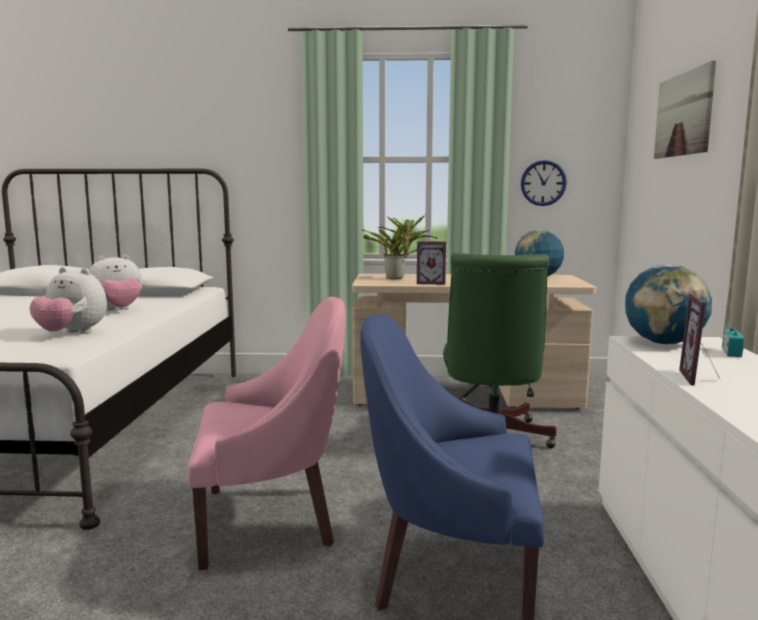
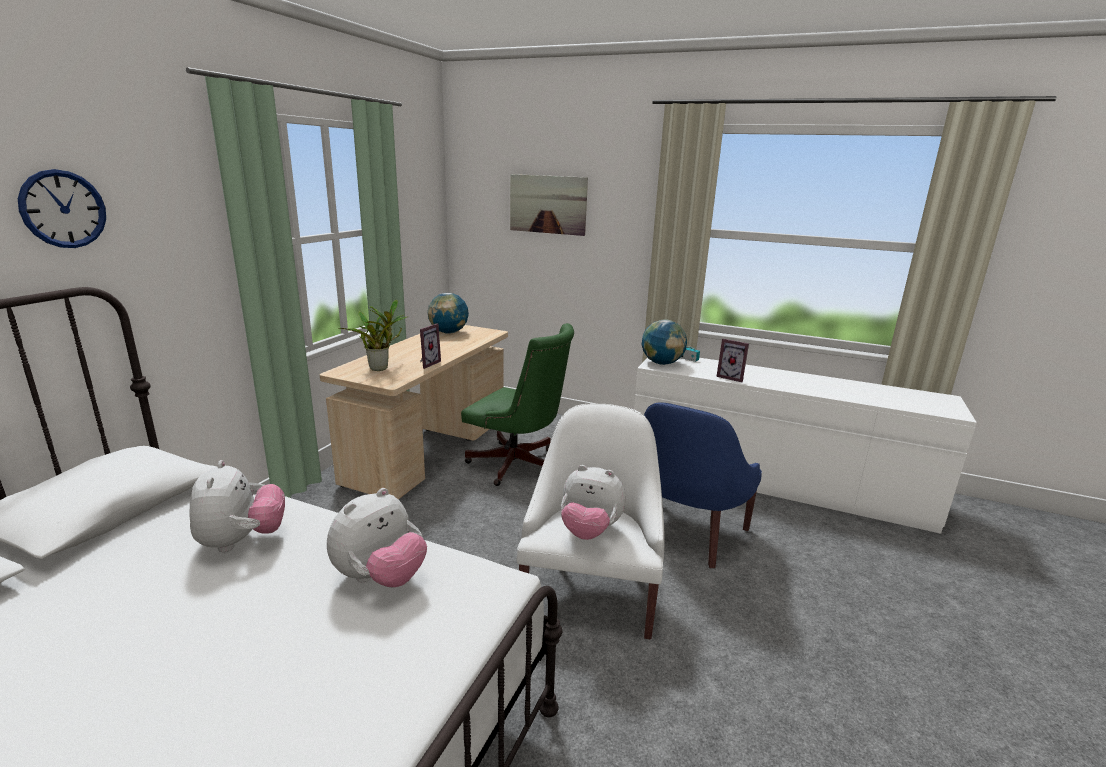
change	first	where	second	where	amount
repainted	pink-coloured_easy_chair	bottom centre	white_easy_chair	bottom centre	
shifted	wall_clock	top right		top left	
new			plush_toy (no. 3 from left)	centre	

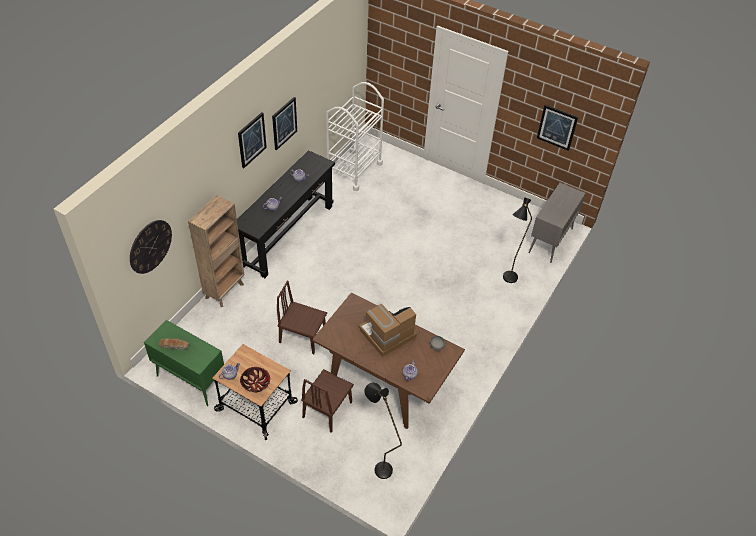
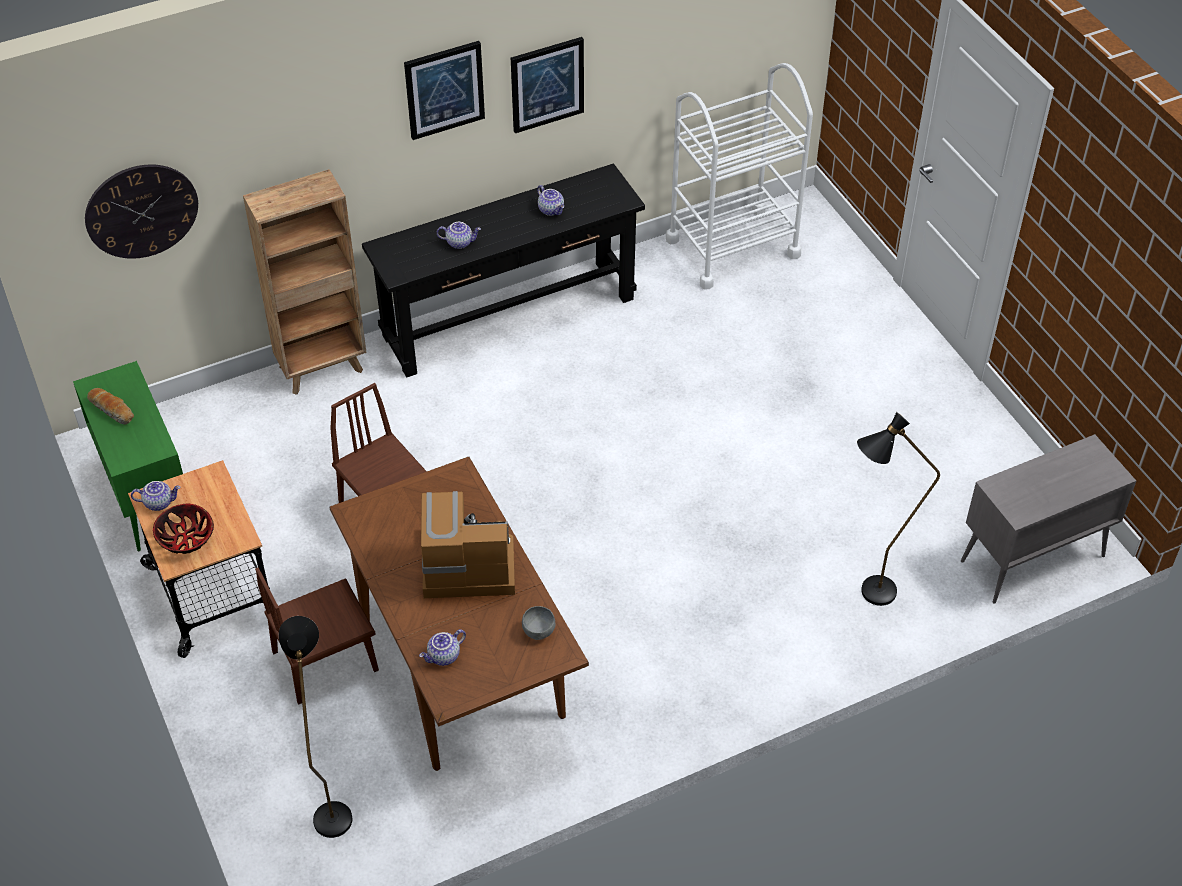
change	first	where	second	where	amount
gone	wall_art (no. 3 from left)	top right			

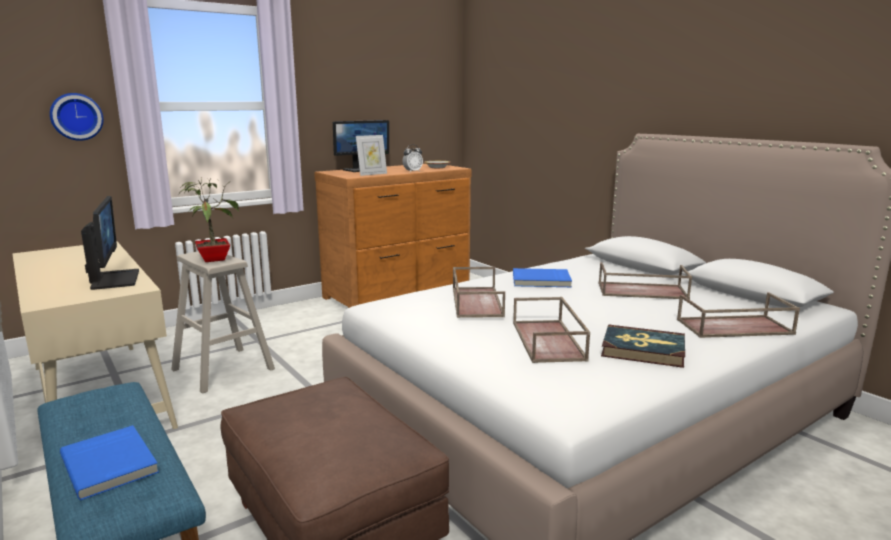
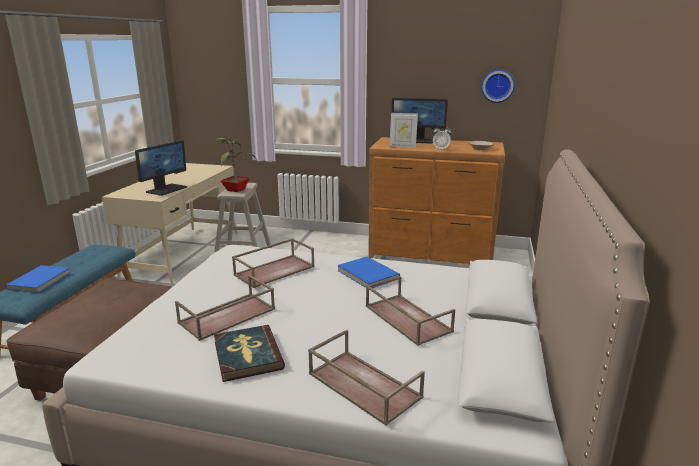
change	first	where	second	where	amount
shifted	wall_clock	top left		top right	

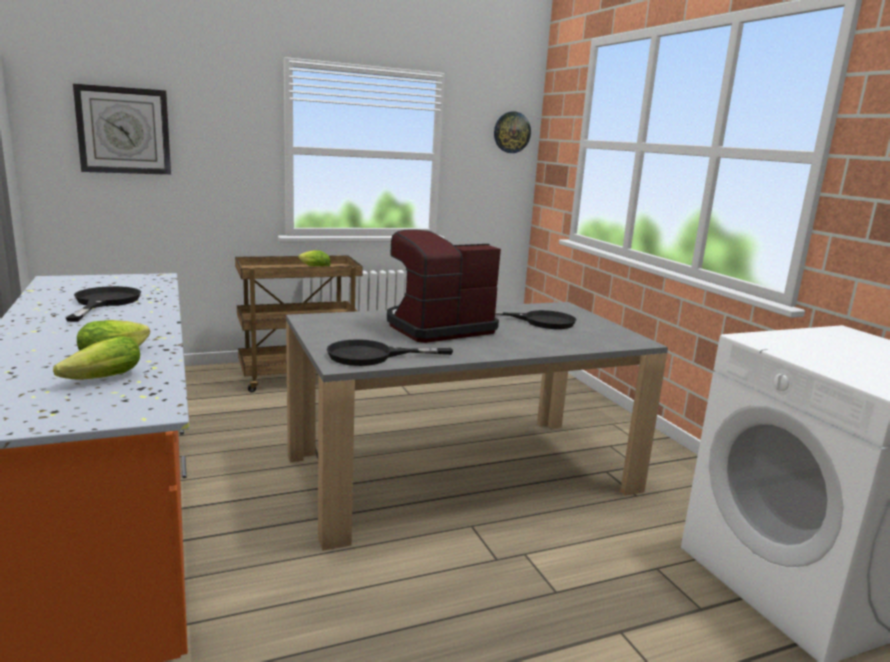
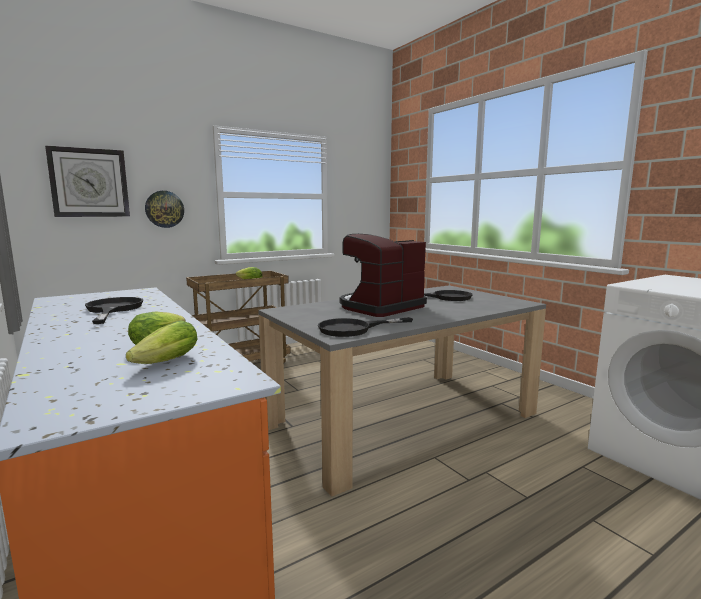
change	first	where	second	where	amount
shifted	wall_clock (no. 2 from left)	top centre		middle left	

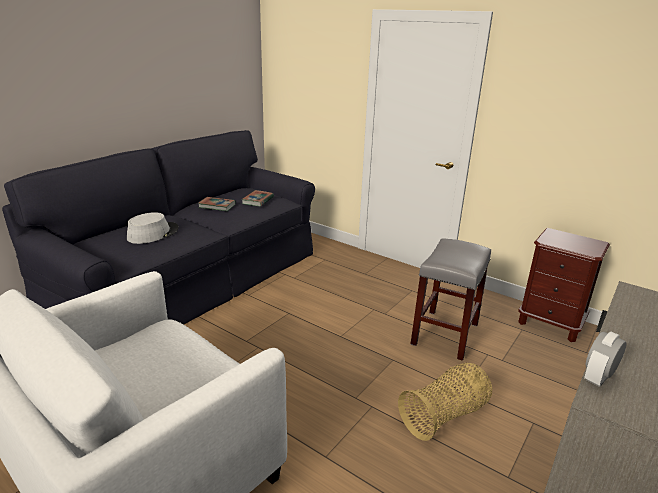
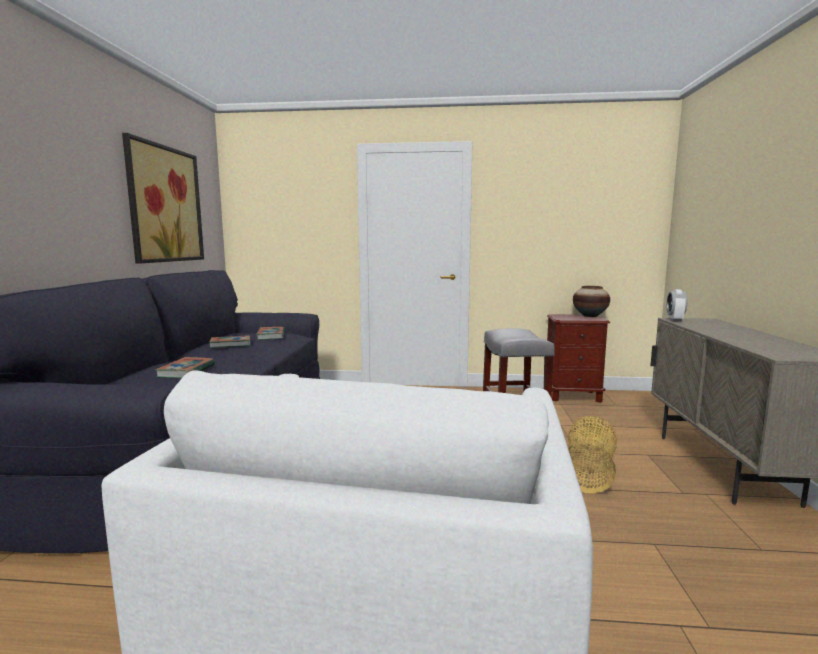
change	first	where	second	where	amount
swapped	gray_hat	middle left	book (no. 1 from left)	middle left	
shifted	bedside_clock	bottom right		middle right	
new			wall_art	top left	
new			flower_vase	middle right	

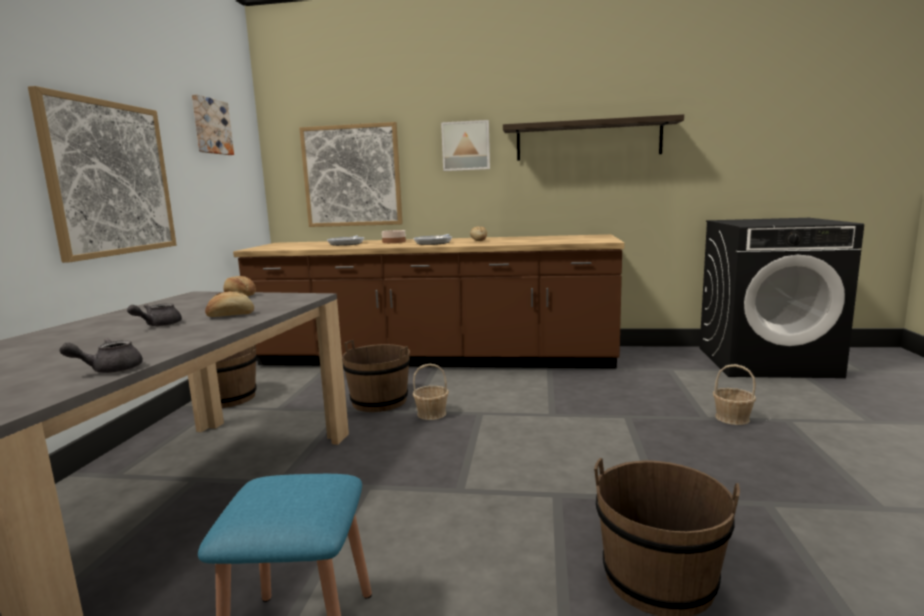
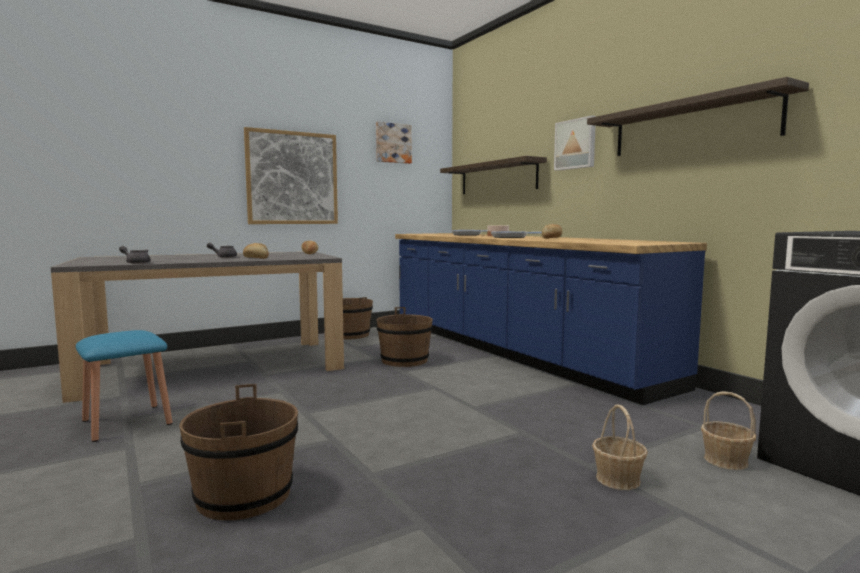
change	first	where	second	where	amount
repainted	brown-coloured_counter	centre	blue_counter	centre	
swapped	wall_art (no. 3 from left)	top centre	shelf (no. 1 from left)	top centre	
shifted	basket (no. 1 from left in the first image)	centre	basket (no. 2 from left)	bottom right	

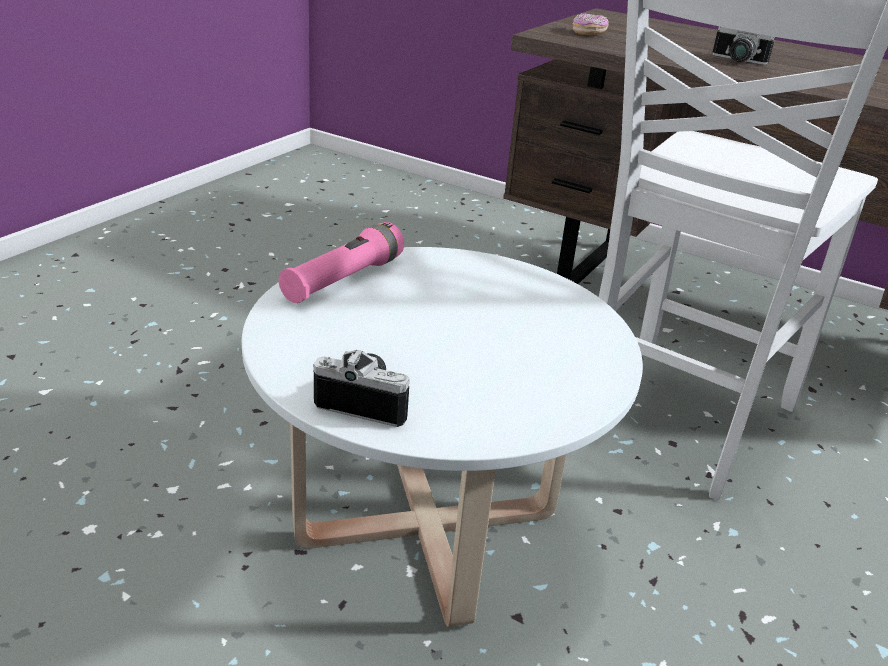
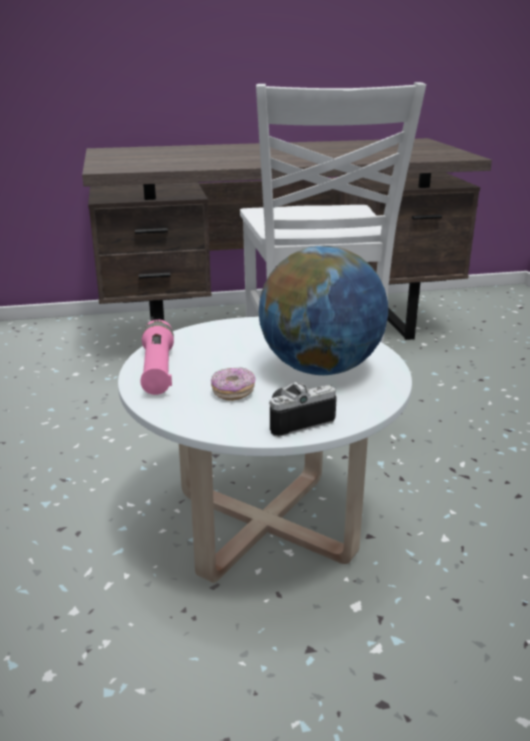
change	first	where	second	where	amount
shifted	donut	top centre		centre	
gone	still_camera (no. 2 from left)	top right			
new			globe	centre	

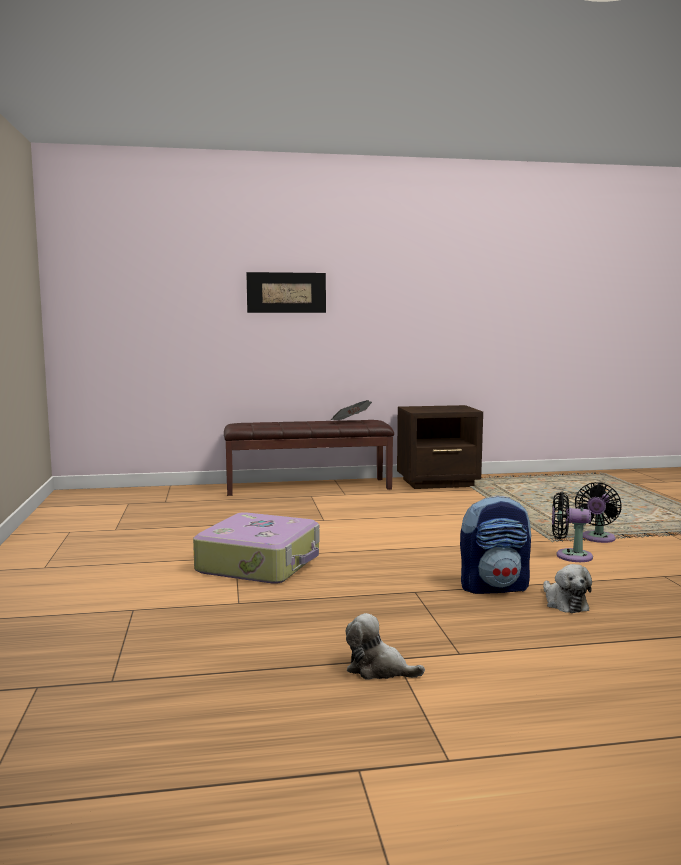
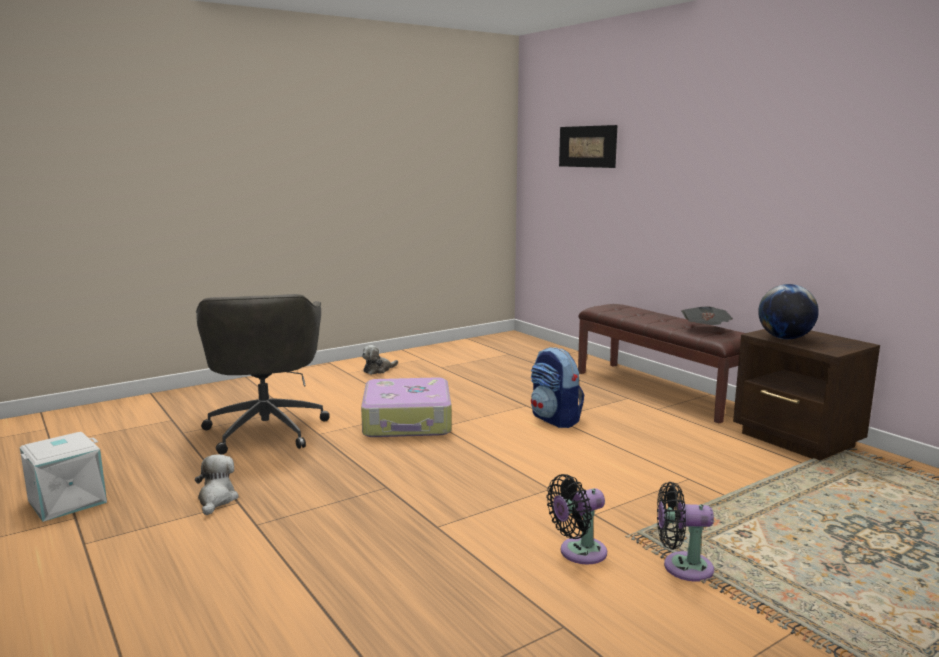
change	first	where	second	where	amount
shifted	wall_art	centre		top centre	
shifted	backpack	middle right		centre	
shifted	plush_toy (no. 2 from left)	bottom right		centre	
rotated	black_electric_fan (no. 1 from left)	middle right		bottom centre	105 degrees counterclockwise
new			white_storage_box	bottom left	
new			gray_desk_chair	middle left	
new			globe	middle right	

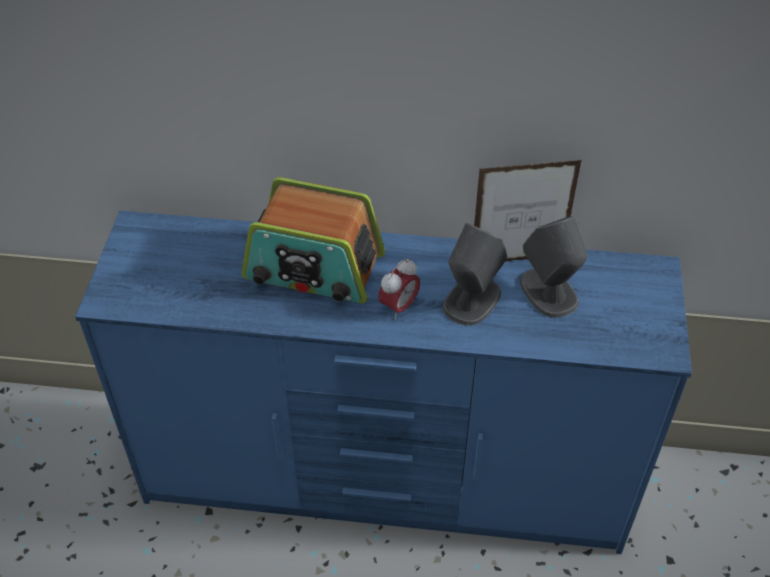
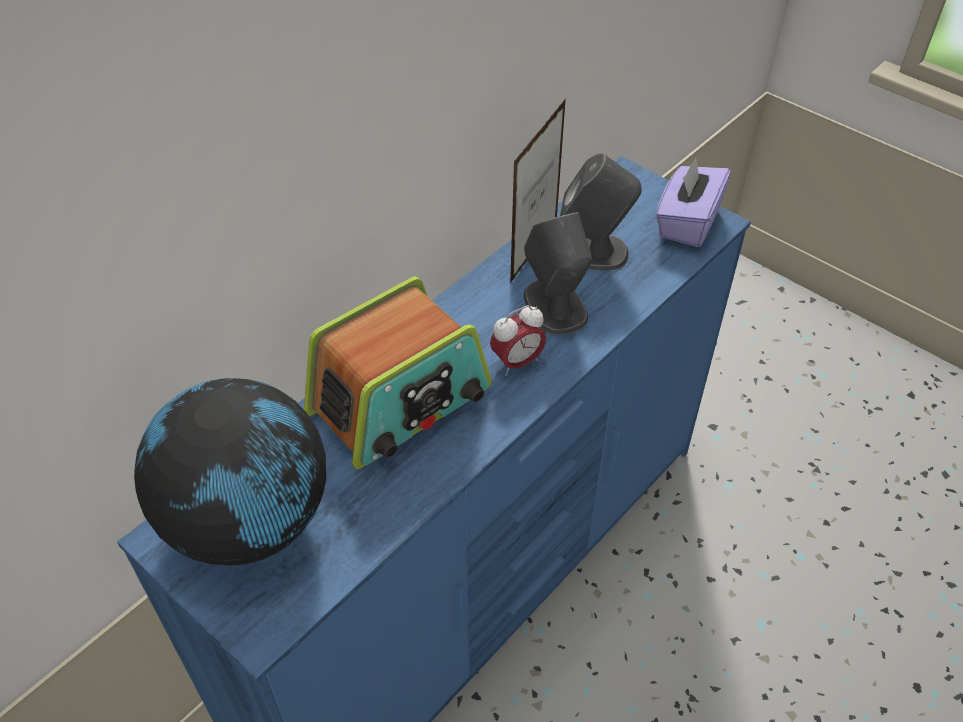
change	first	where	second	where	amount
rotated	bedside_clock	centre		centre	75 degrees clockwise
new			globe	middle left	
new			purplish_tissue_box	top right	

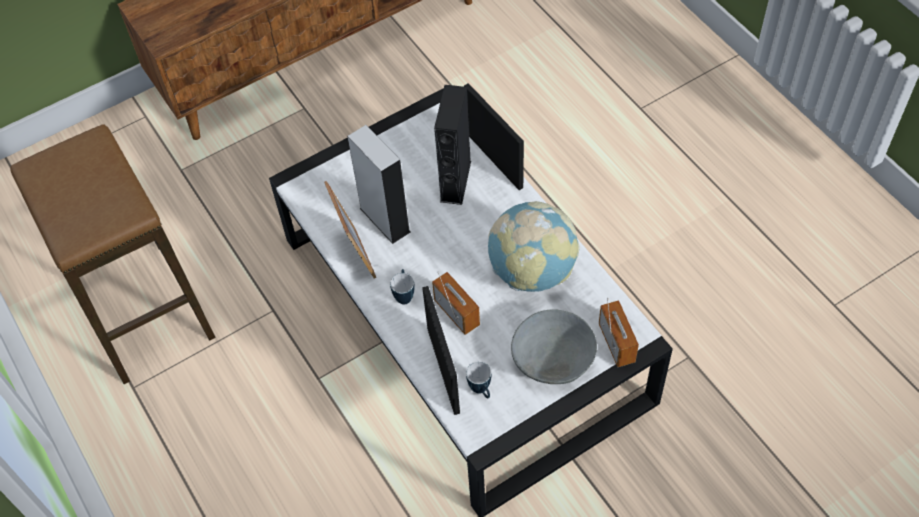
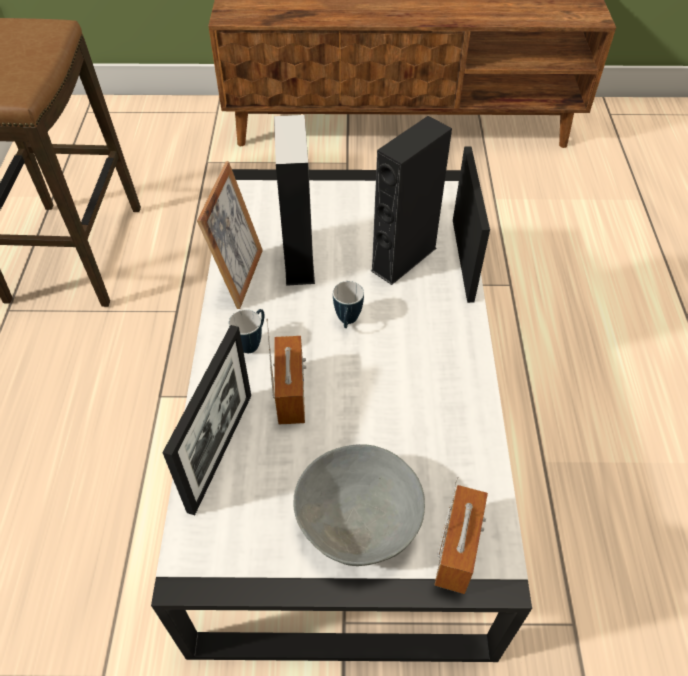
change	first	where	second	where	amount
shifted	mug (no. 2 from left)	bottom centre		centre	
gone	globe	centre			

